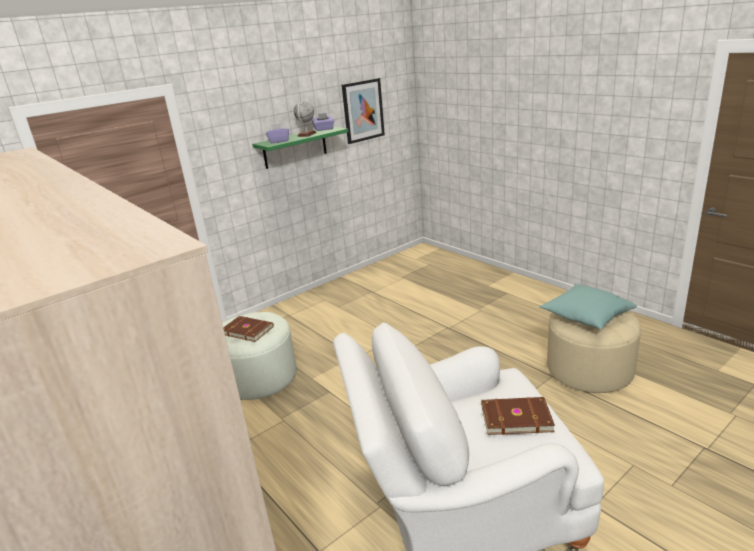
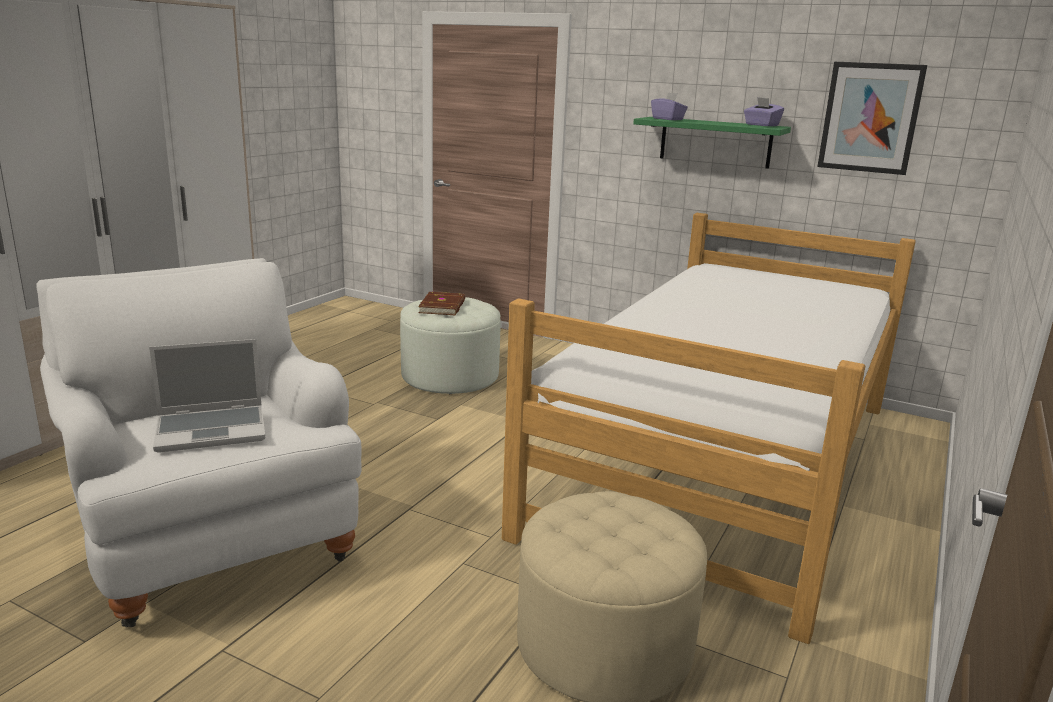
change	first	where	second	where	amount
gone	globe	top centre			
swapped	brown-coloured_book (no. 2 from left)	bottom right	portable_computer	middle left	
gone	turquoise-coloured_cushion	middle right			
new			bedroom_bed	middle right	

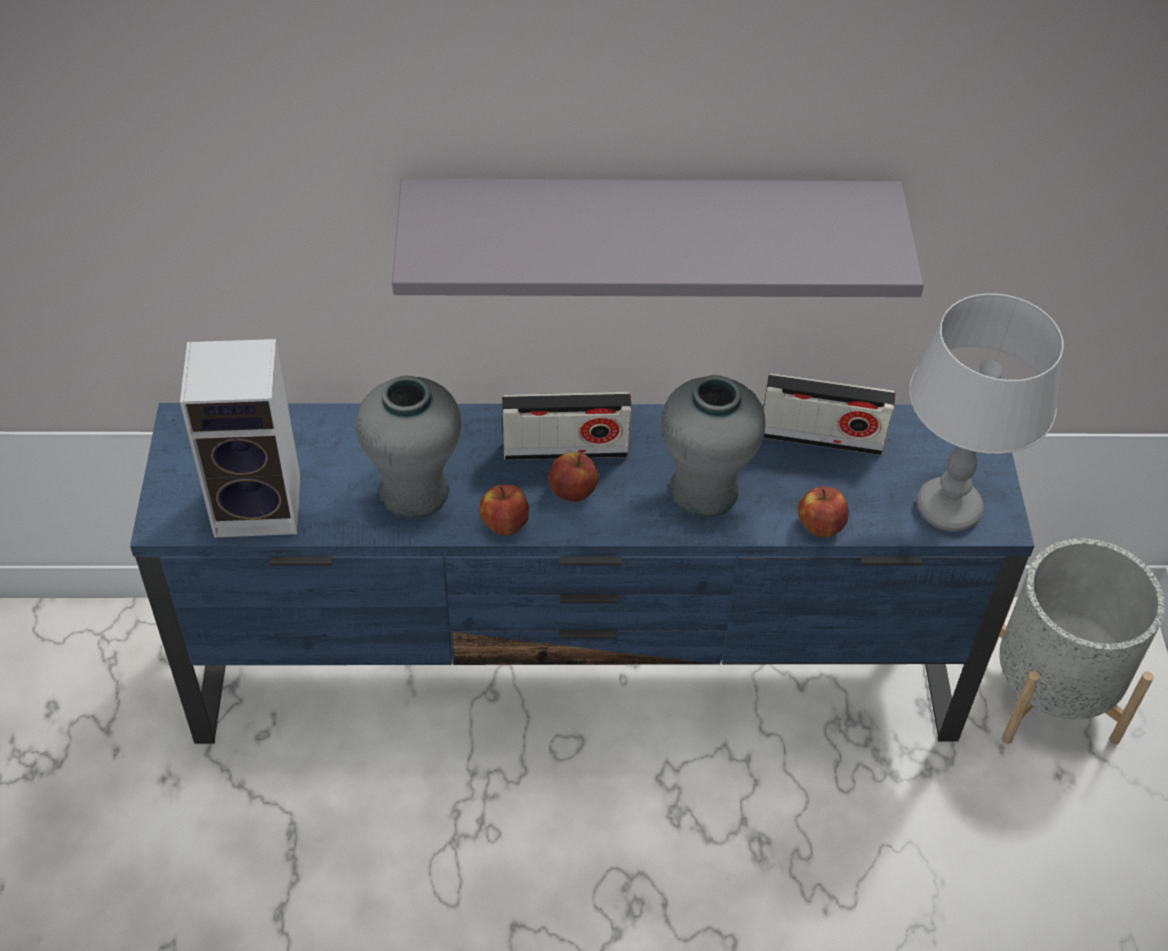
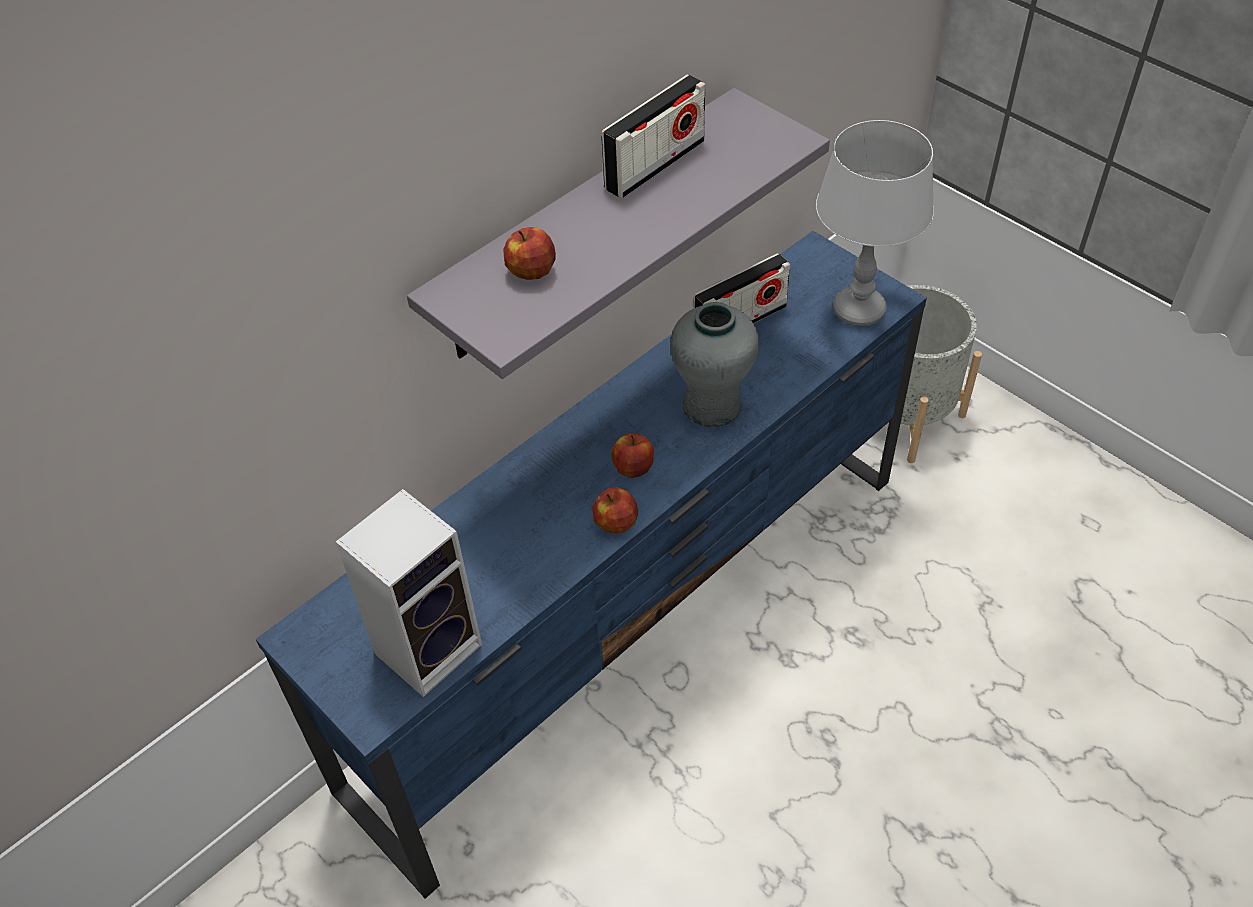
change	first	where	second	where	amount
gone	gray_flower_vase (no. 1 from left)	centre			
shifted	radio_set (no. 1 from left)	centre		top centre	
shifted	whole_apple (no. 3 from left in the first image)	middle right	whole_apple (no. 1 from left)	top centre	

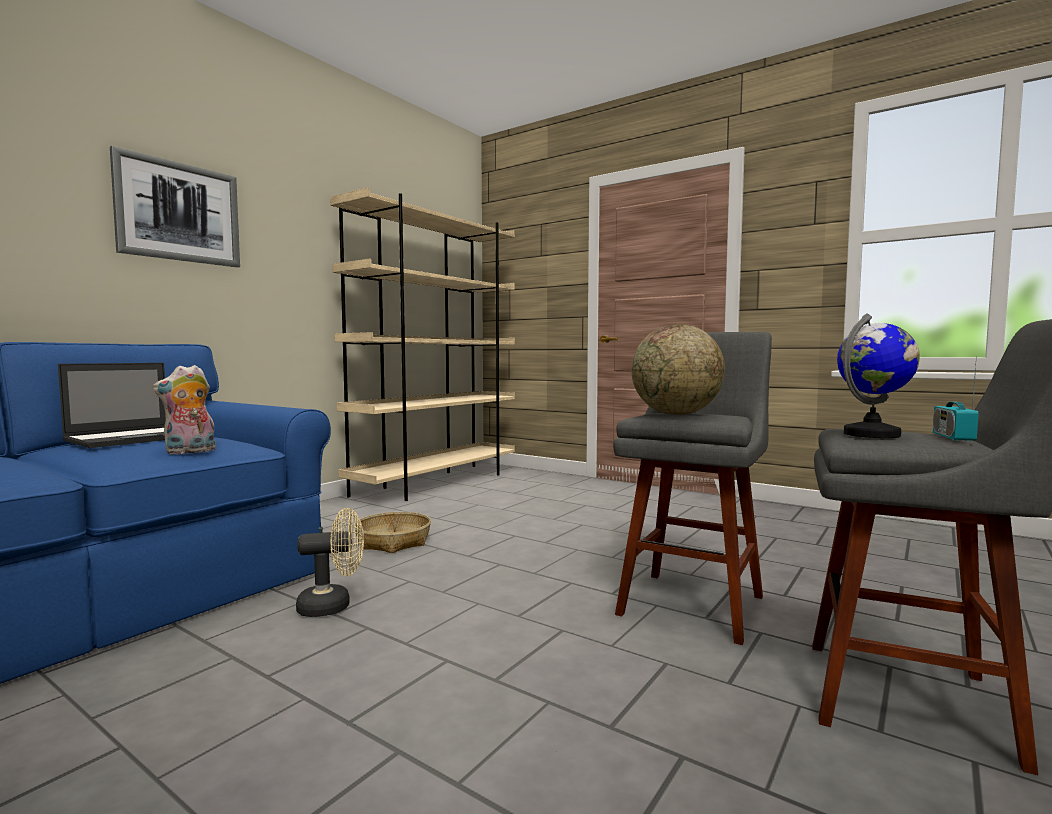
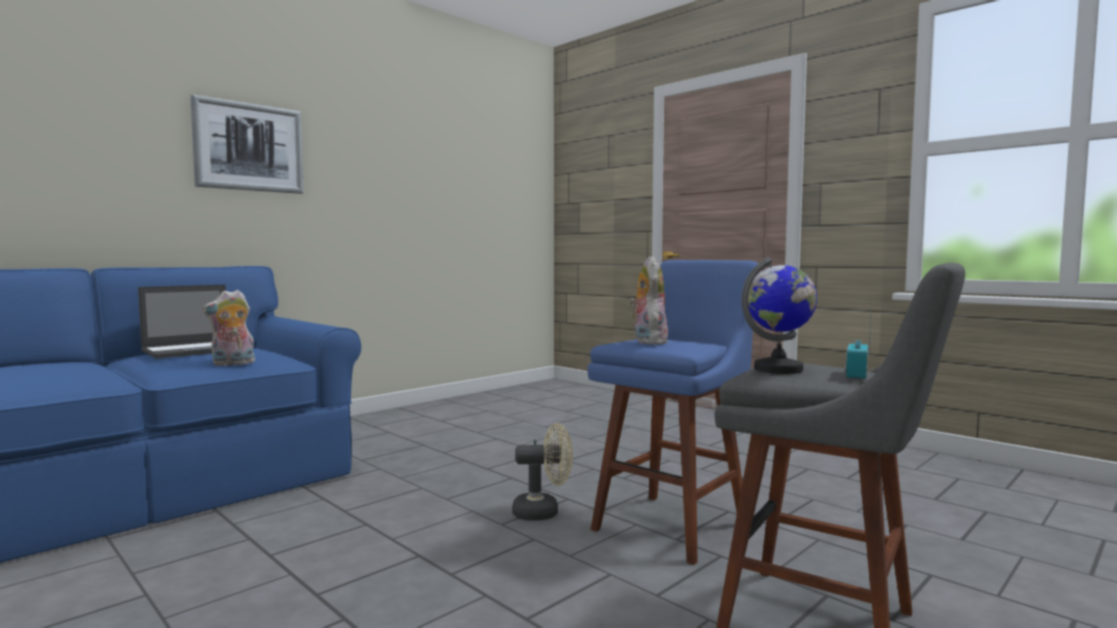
change	first	where	second	where	amount
shifted	sand-coloured_electric_fan	bottom left		bottom centre	
gone	sand-coloured_bookshelf	centre			
gone	basket	centre			
repainted	gray_stool (no. 1 from left)	centre	blue_stool	centre	
swapped	globe (no. 1 from left)	centre	plush_toy (no. 2 from left)	centre	

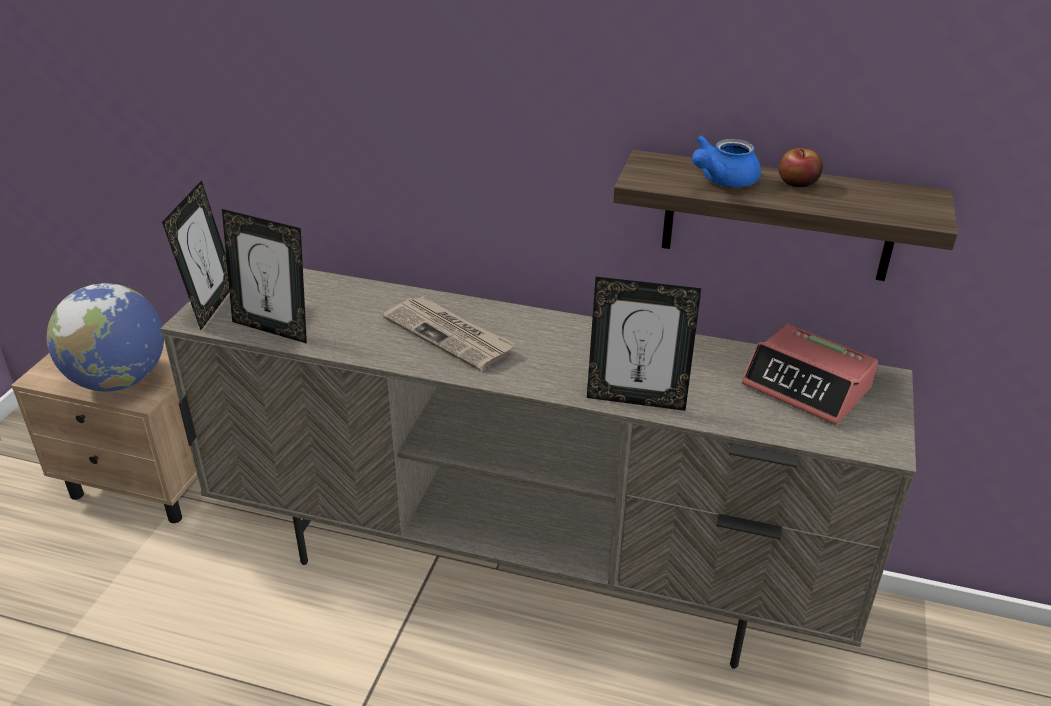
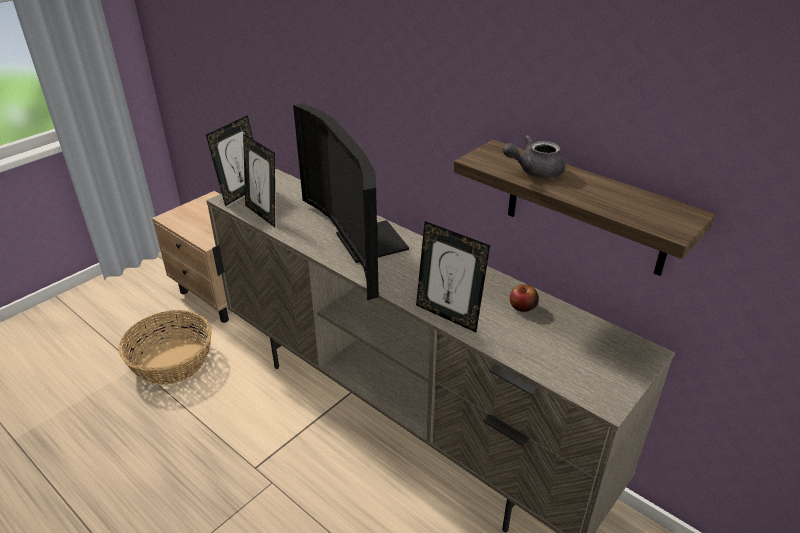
change	first	where	second	where	amount
gone	globe	middle left			
swapped	newspaper	centre	TV	centre	
repainted	blue_tea_pot	top right	gray_tea_pot	top right	
gone	bedside_clock	middle right			
shifted	whole_apple	top right		centre	
new			basket	middle left	

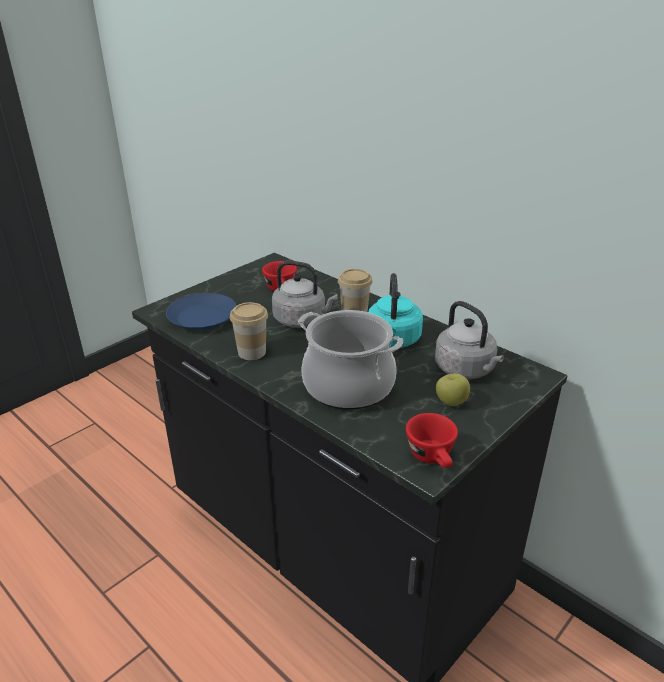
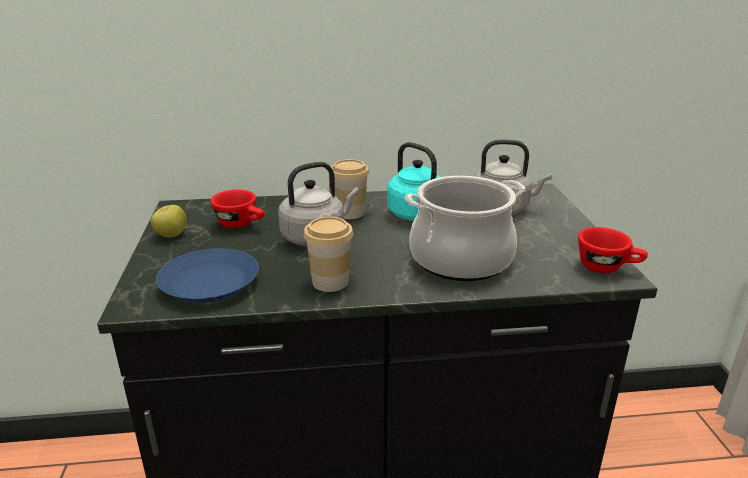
change	first	where	second	where	amount
shifted	whole_apple	middle right		middle left	

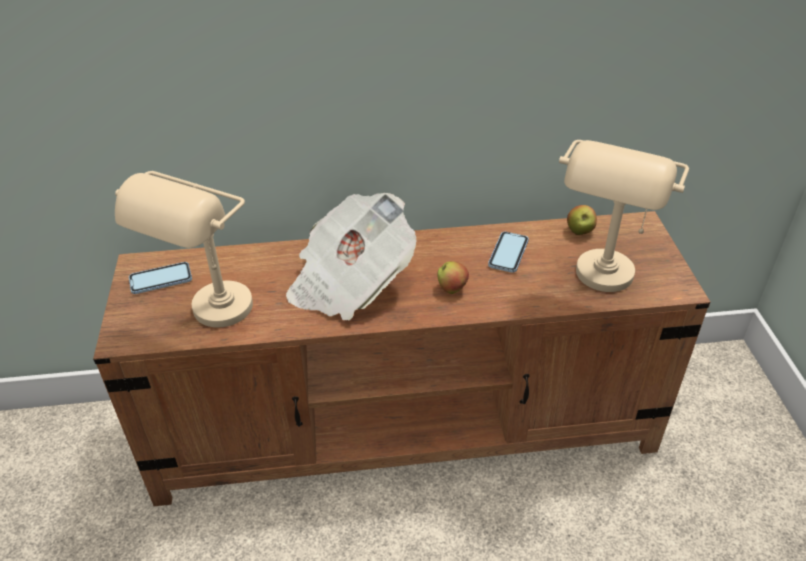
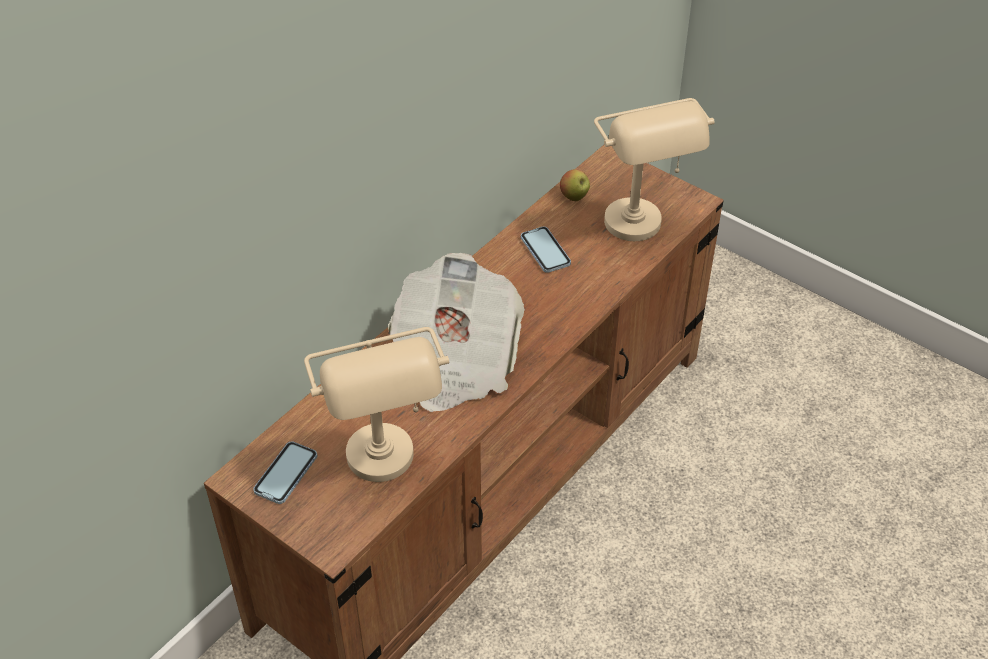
change	first	where	second	where	amount
gone	whole_apple (no. 1 from left)	centre			

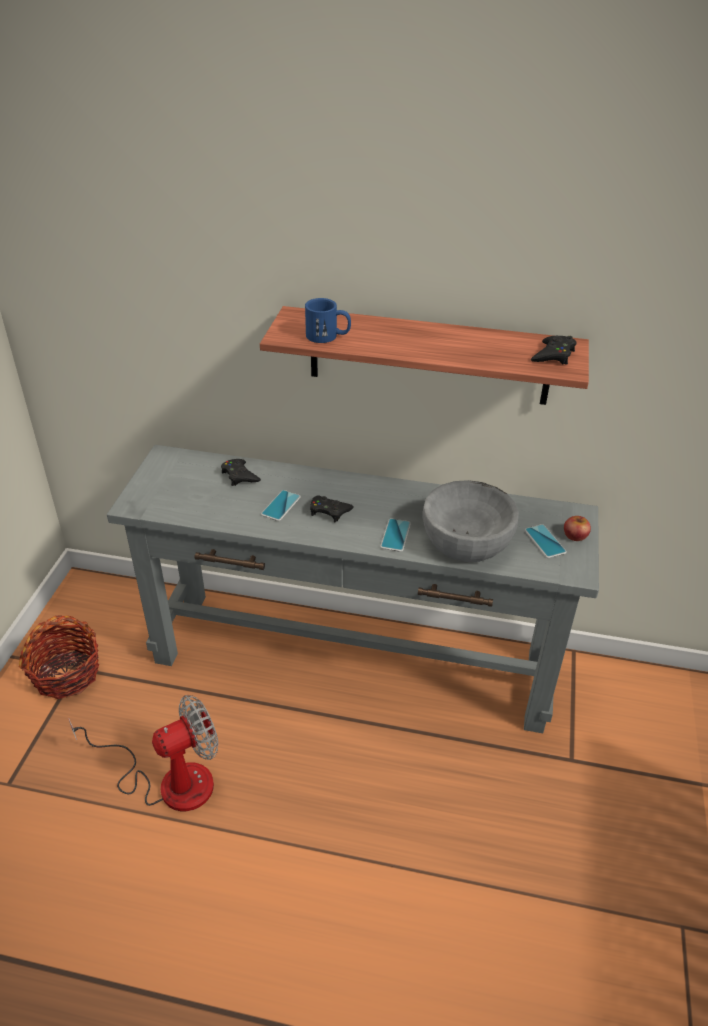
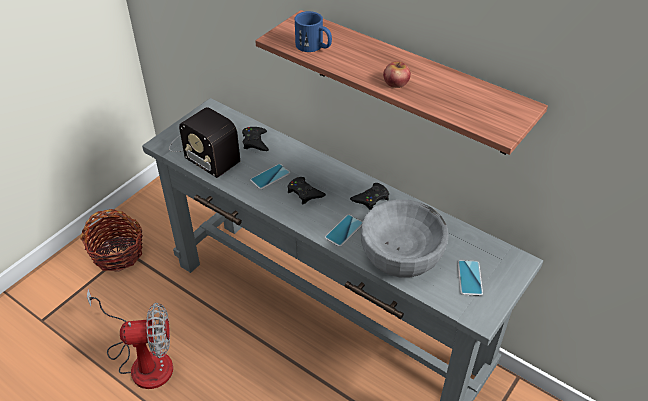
change	first	where	second	where	amount
shifted	black_gamepad (no. 3 from left)	middle right		centre	
shifted	whole_apple	middle right		top centre	
new			radio_set	middle left	

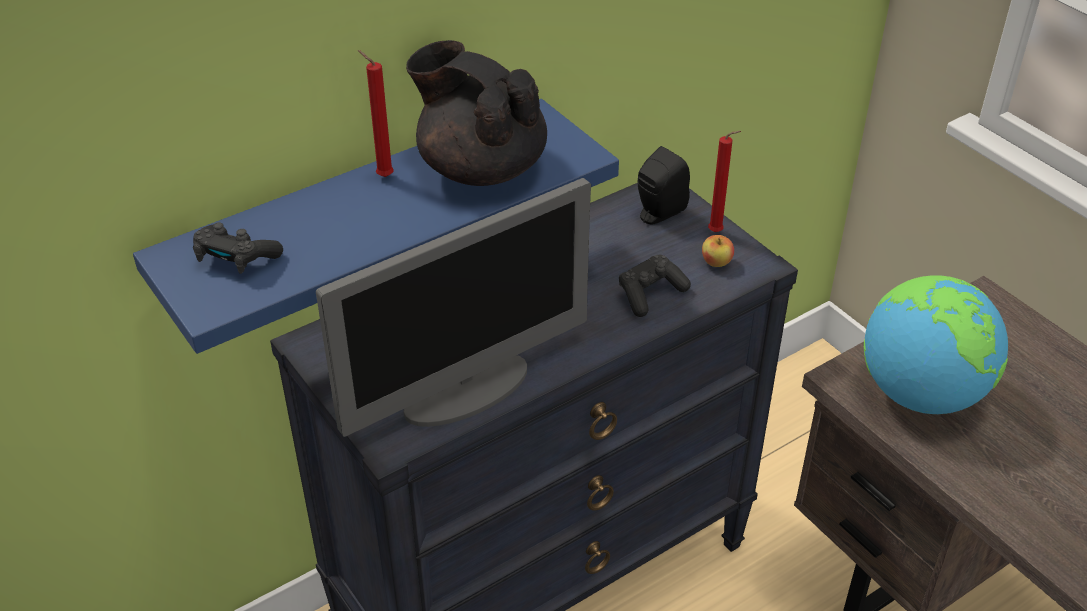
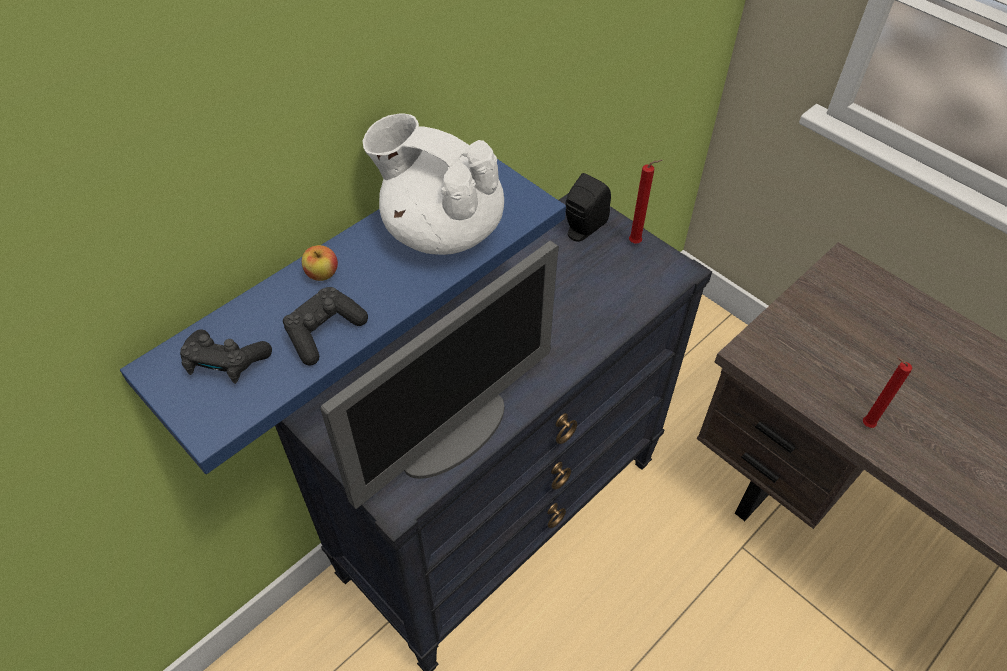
change	first	where	second	where	amount
shifted	red-coloured_wax_light (no. 1 from left in the first image)	top centre	red-coloured_wax_light (no. 2 from left)	middle right	
repainted	black_tea_pot	top centre	white_tea_pot	top centre	
shifted	black_gamepad (no. 2 from left)	centre		middle left	
shifted	whole_apple	centre		middle left	
gone	globe	middle right			

